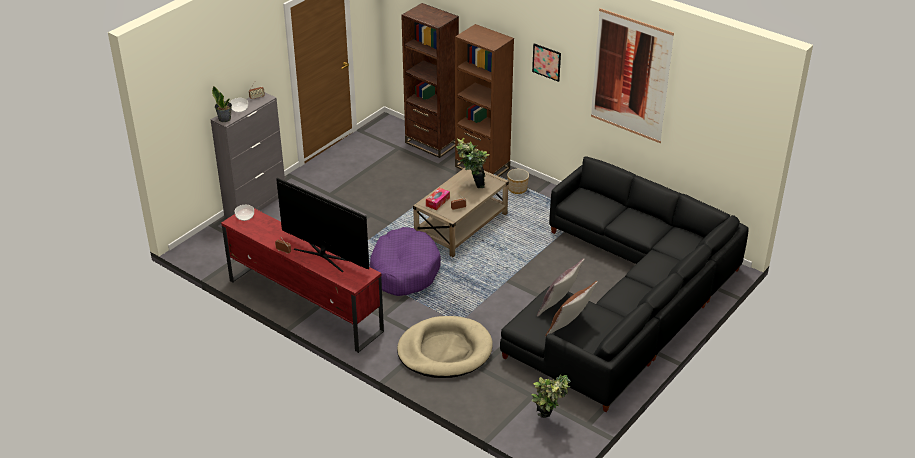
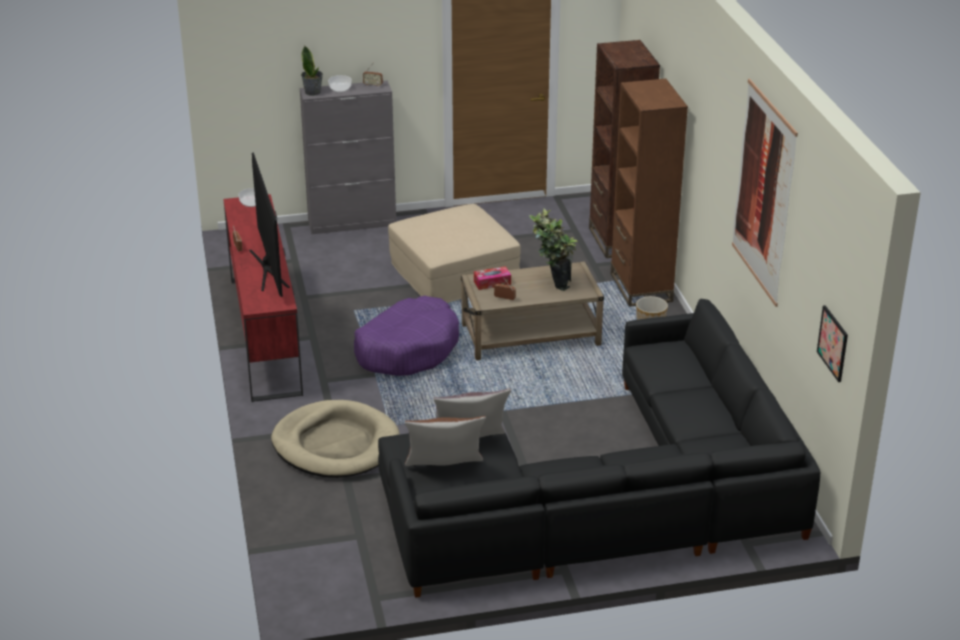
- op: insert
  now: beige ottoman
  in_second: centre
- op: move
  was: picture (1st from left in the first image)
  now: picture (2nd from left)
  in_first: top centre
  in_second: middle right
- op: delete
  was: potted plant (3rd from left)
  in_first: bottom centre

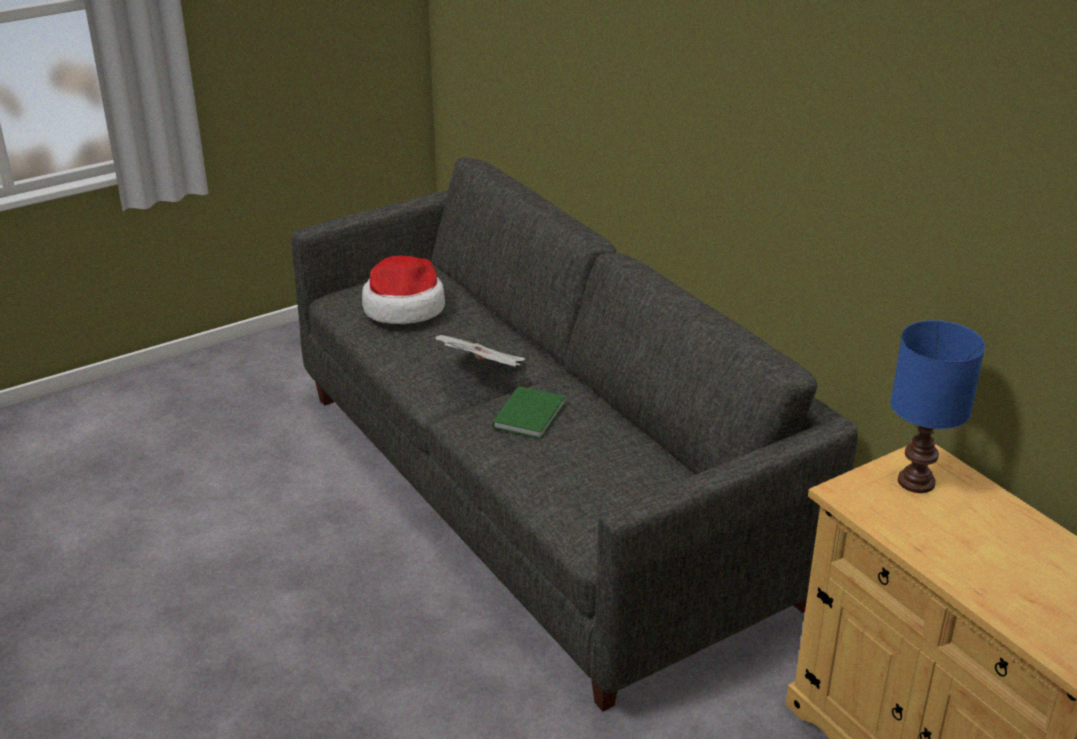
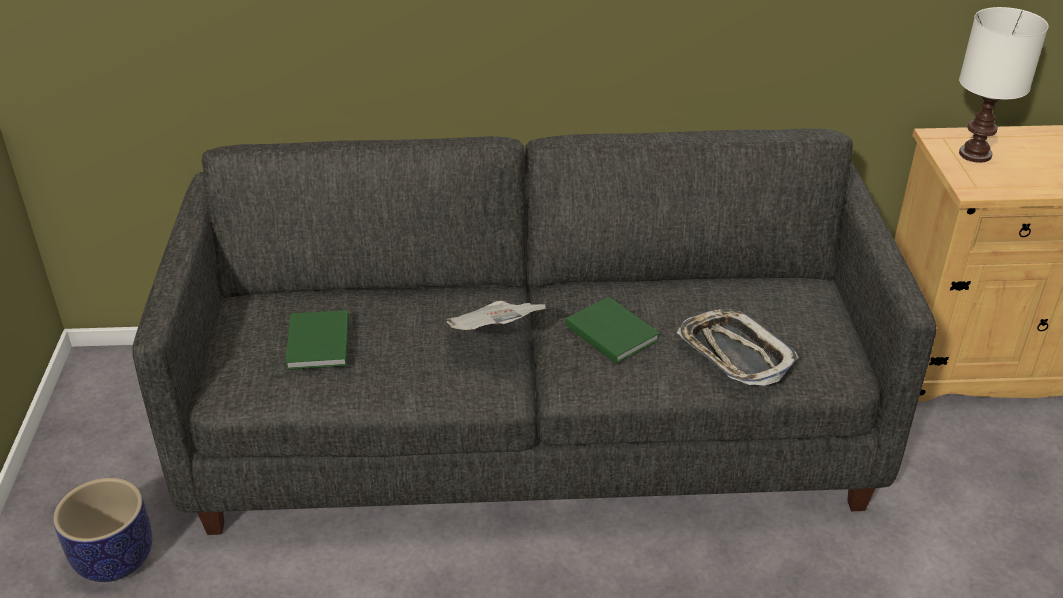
- op: insert
  now: planter
  in_second: bottom left
- op: replace
  was: hat
  now: green book (1st from left)
  in_first: centre
  in_second: middle left
- op: insert
  now: tray
  in_second: middle right
- op: recolor
  was: blue table lamp
  now: white table lamp
  in_first: middle right
  in_second: top right

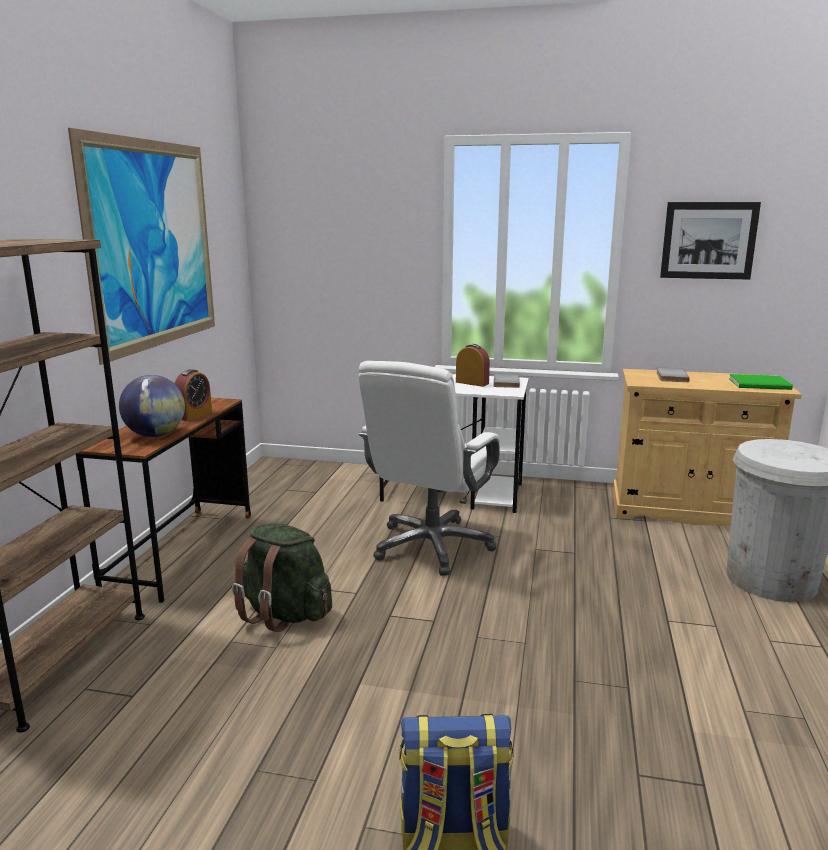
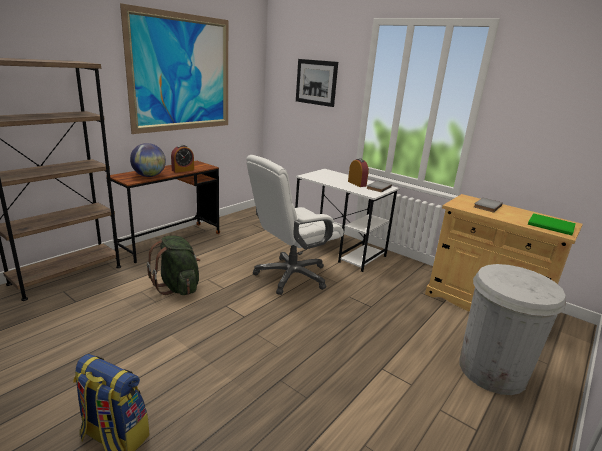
- op: move
  was: picture (2nd from left)
  in_first: top right
  in_second: top centre

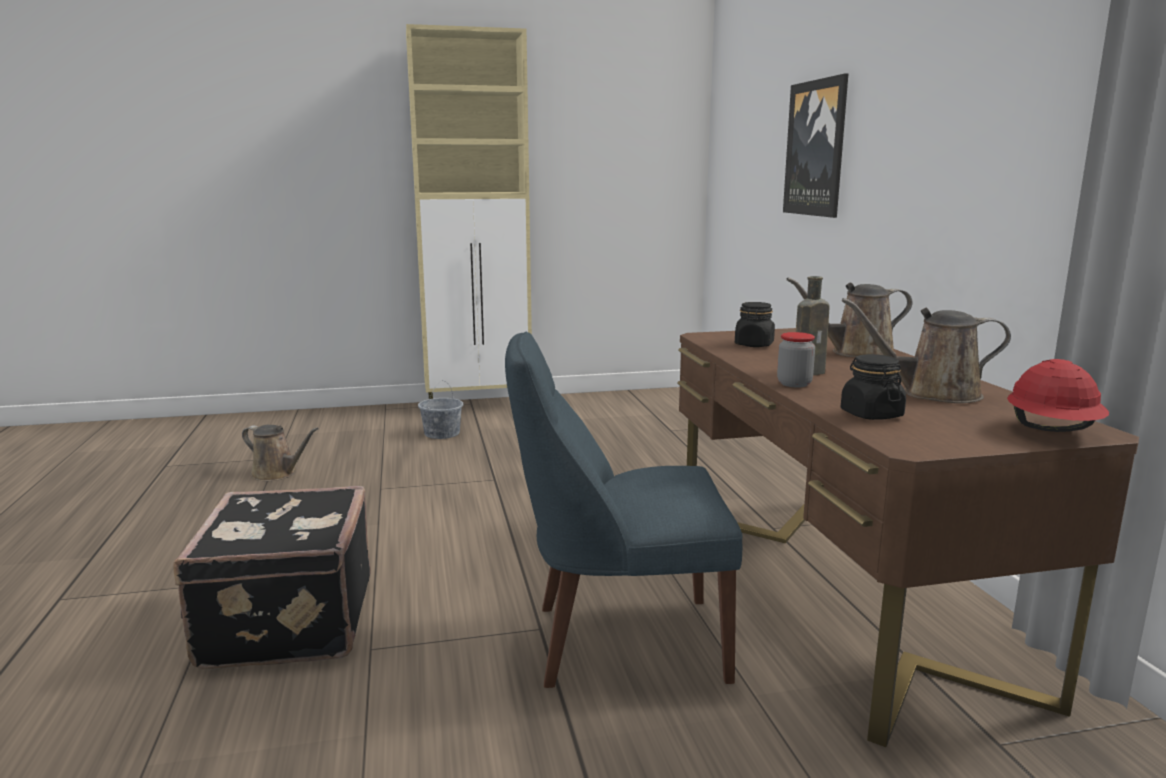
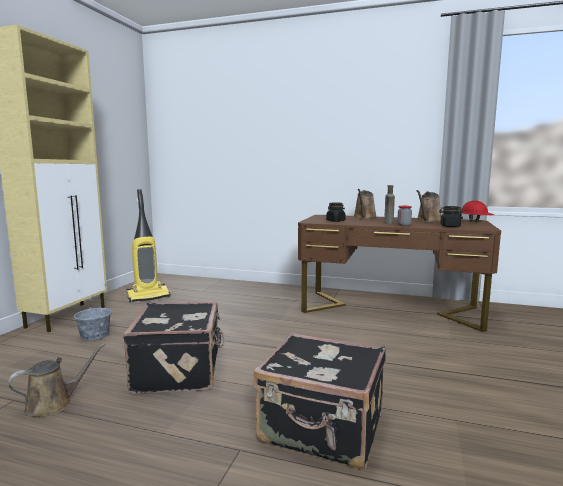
- op: insert
  now: black suitcase (1st from left)
  in_second: bottom left
- op: insert
  now: vacuum cleaner
  in_second: middle left
- op: delete
  was: blue chair
  in_first: centre
- op: delete
  was: picture
  in_first: top right

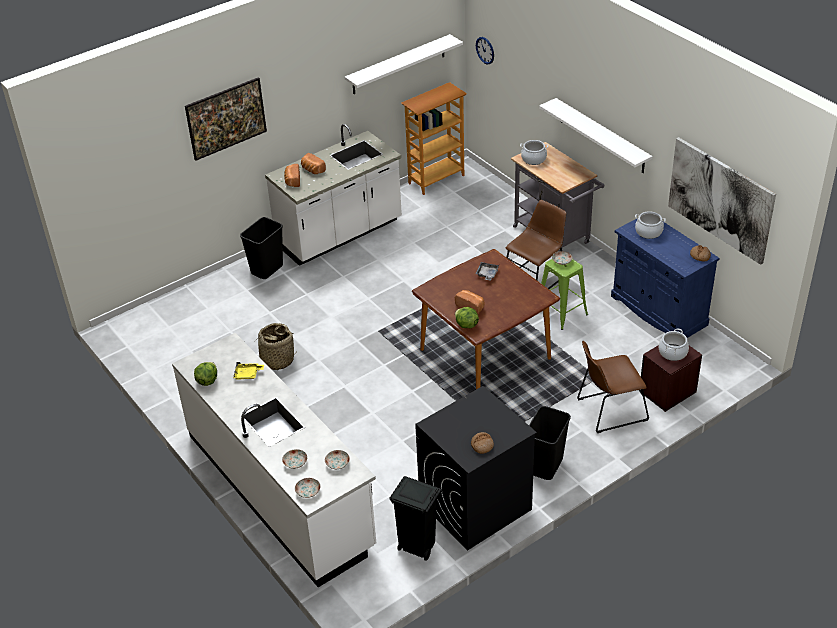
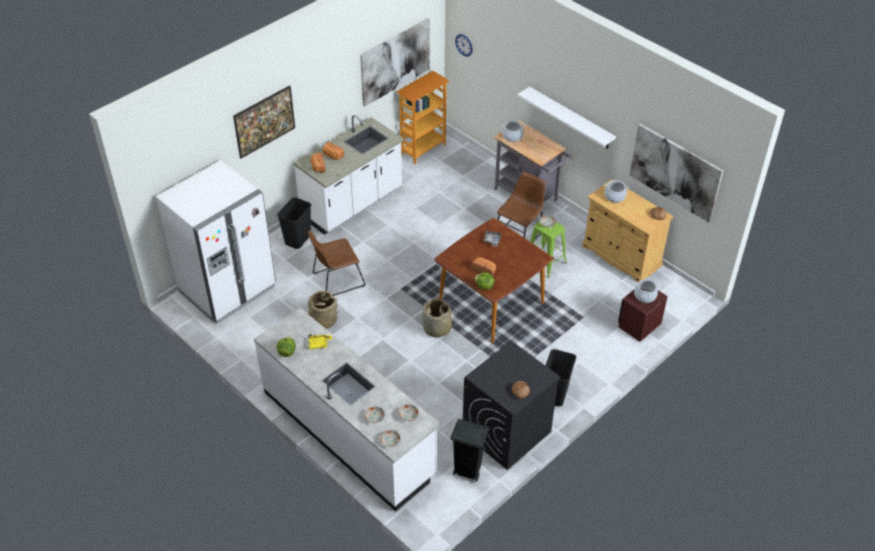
- op: insert
  now: white fridge
  in_second: middle left
- op: move
  was: brown chair (2nd from left in the first image)
  now: brown chair (1st from left)
  in_first: middle right
  in_second: centre
- op: replace
  was: white shelf (1st from left)
  now: picture (2nd from left)
  in_first: top centre
  in_second: top centre
- op: insert
  now: basket (2nd from left)
  in_second: centre
- op: recolor
  was: blue cabinet
  now: beige cabinet
  in_first: middle right
  in_second: middle right

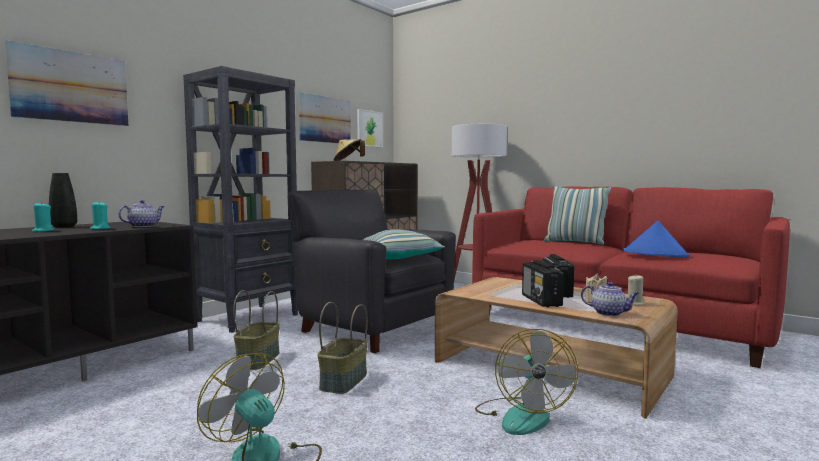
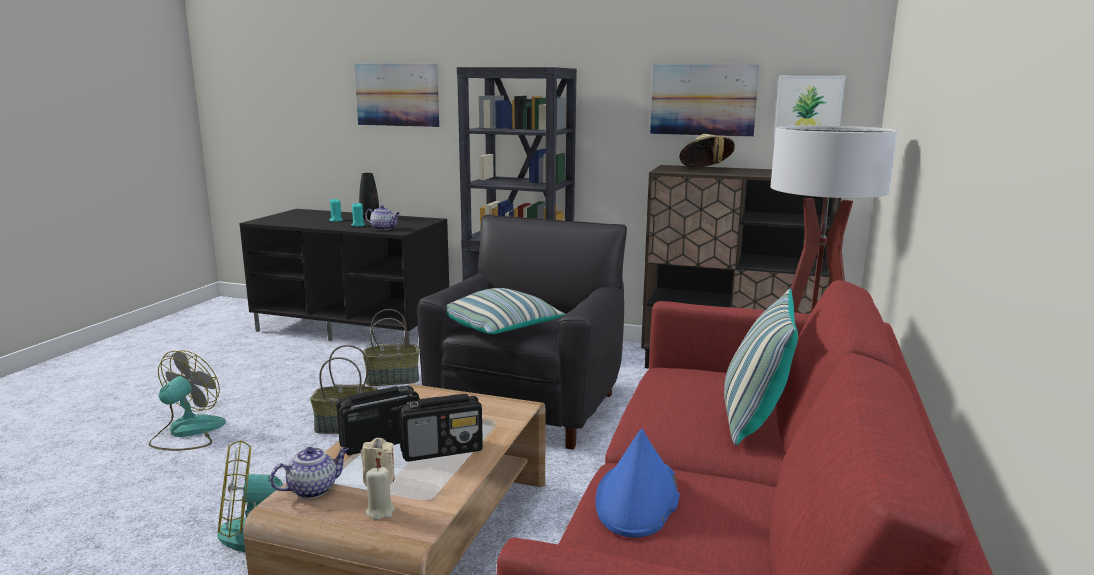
- op: rotate
  was: teapot (2nd from left in the first image)
  in_first: middle right
  in_second: bottom left
  clockwise: -135

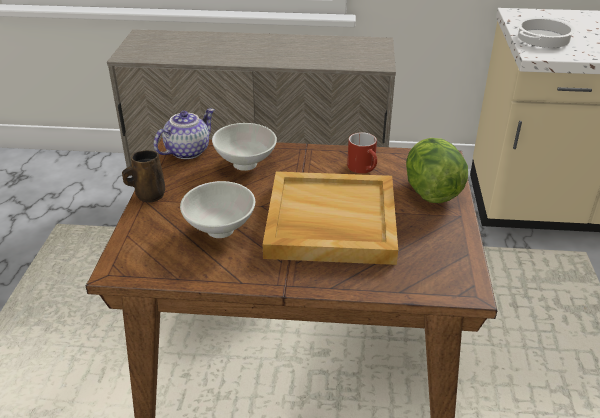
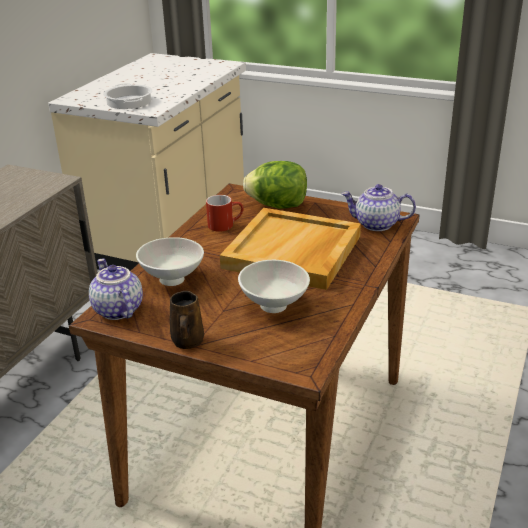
- op: insert
  now: teapot (2nd from left)
  in_second: middle right

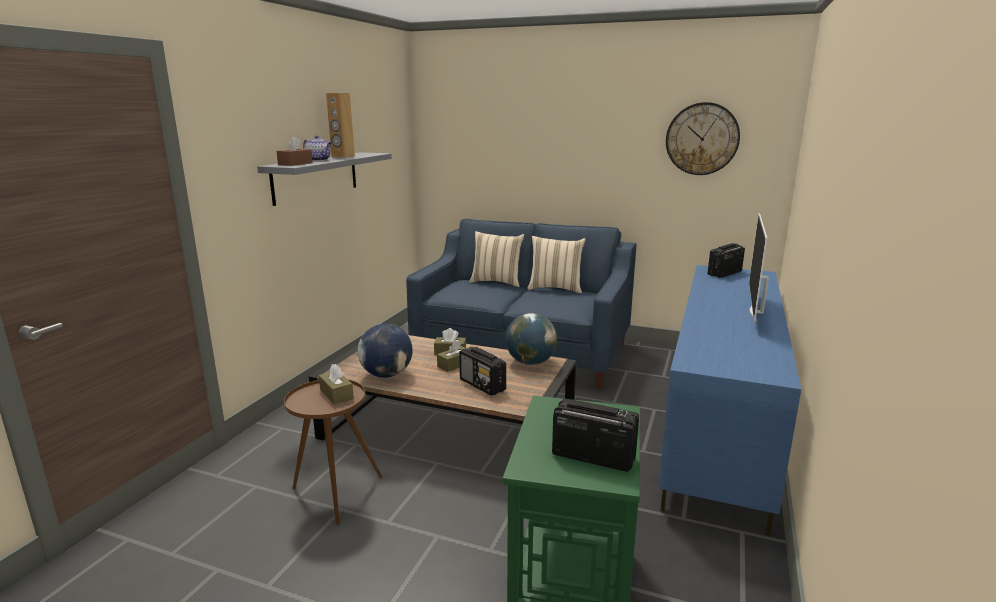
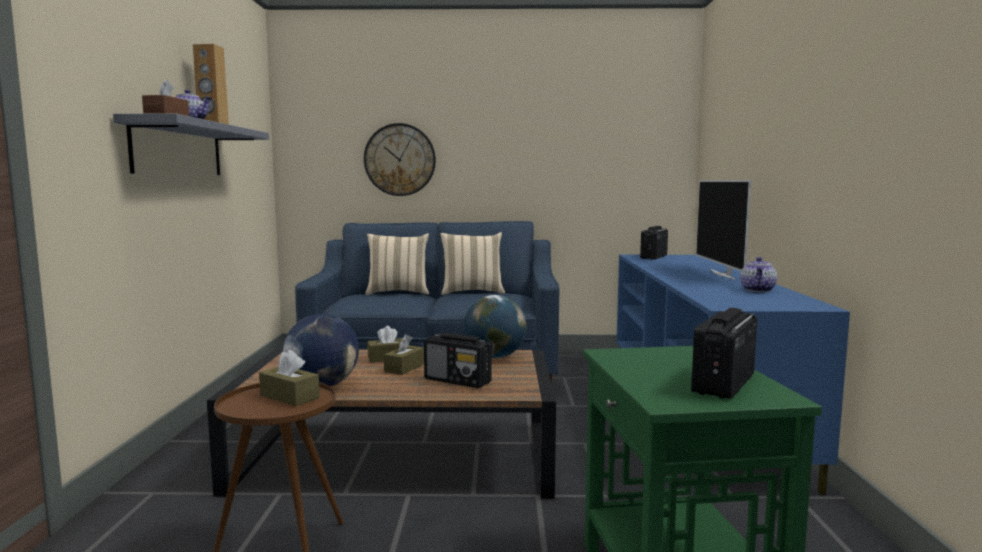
- op: move
  was: wall clock
  in_first: top right
  in_second: top centre
- op: rotate
  was: radio (2nd from left in the first image)
  in_first: bottom centre
  in_second: middle right
  clockwise: -60
- op: insert
  now: teapot (2nd from left)
  in_second: middle right

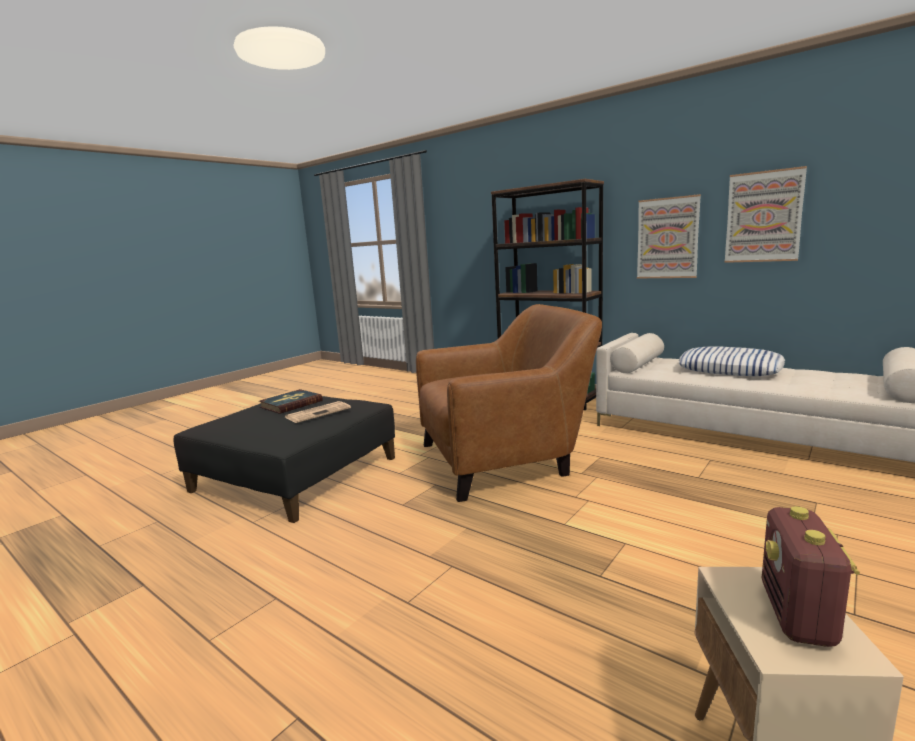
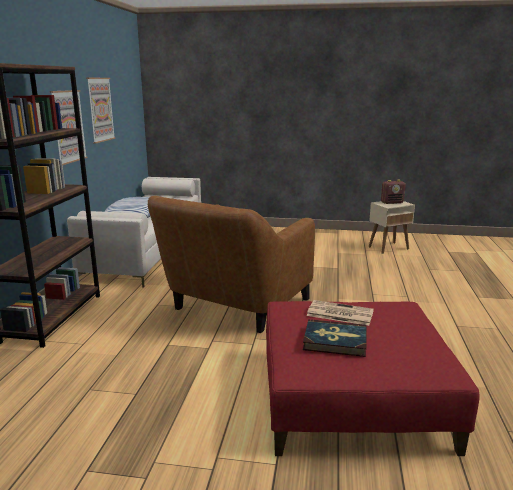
- op: rotate
  was: brown armchair
  in_first: centre
  in_second: centre
  clockwise: -105
- op: recolor
  was: black ottoman
  now: red ottoman
  in_first: middle left
  in_second: bottom right

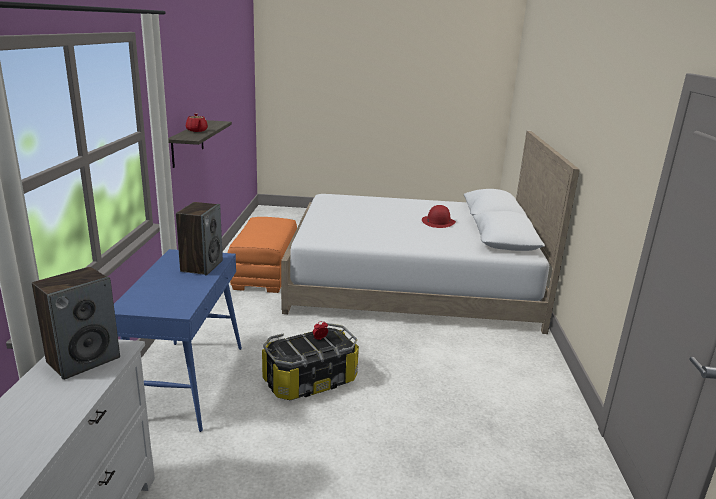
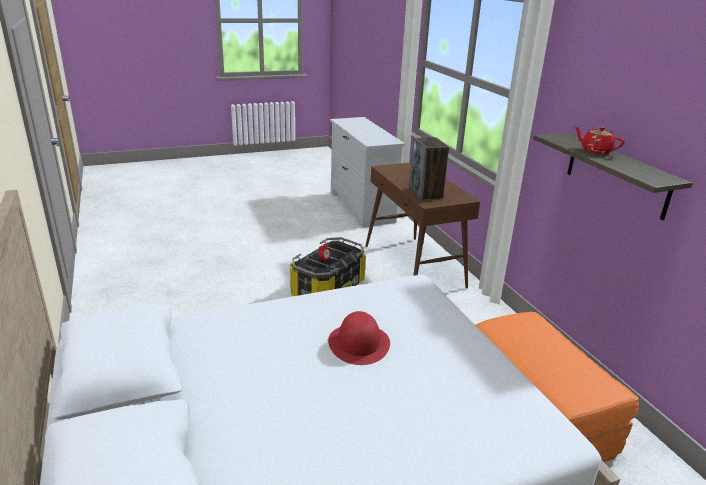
- op: move
  was: red hat
  in_first: centre
  in_second: bottom centre
- op: recolor
  was: blue console table
  now: brown console table
  in_first: bottom left
  in_second: centre
- op: delete
  was: speaker (1st from left)
  in_first: middle left

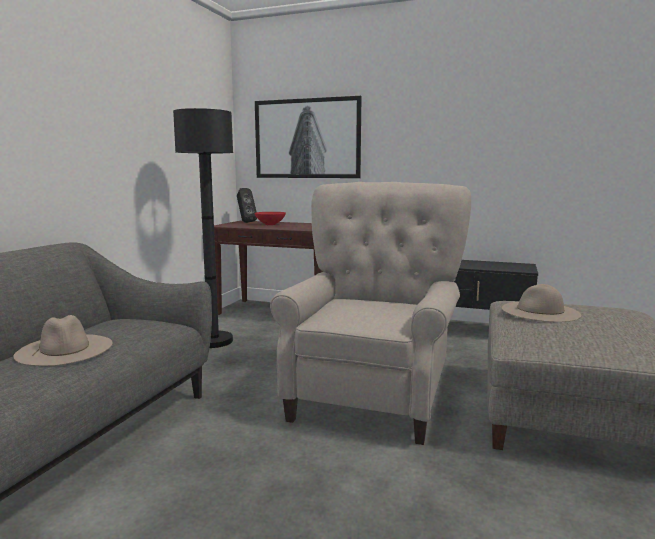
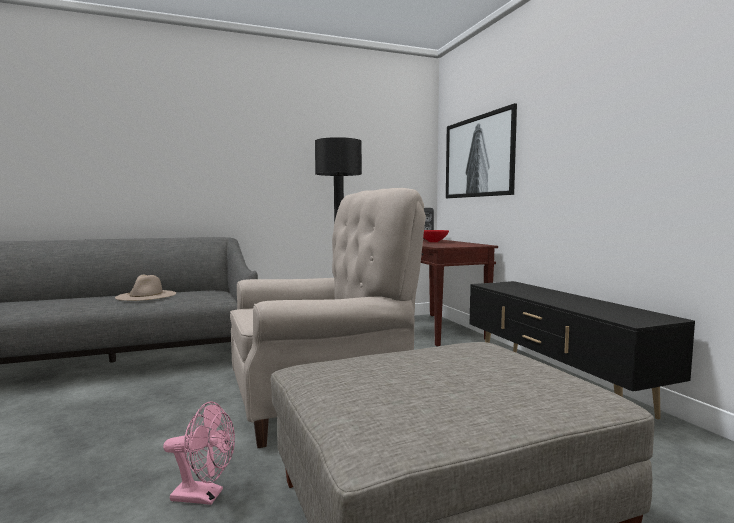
- op: insert
  now: pink fan
  in_second: bottom left
- op: delete
  was: beige hat (2nd from left)
  in_first: middle right

